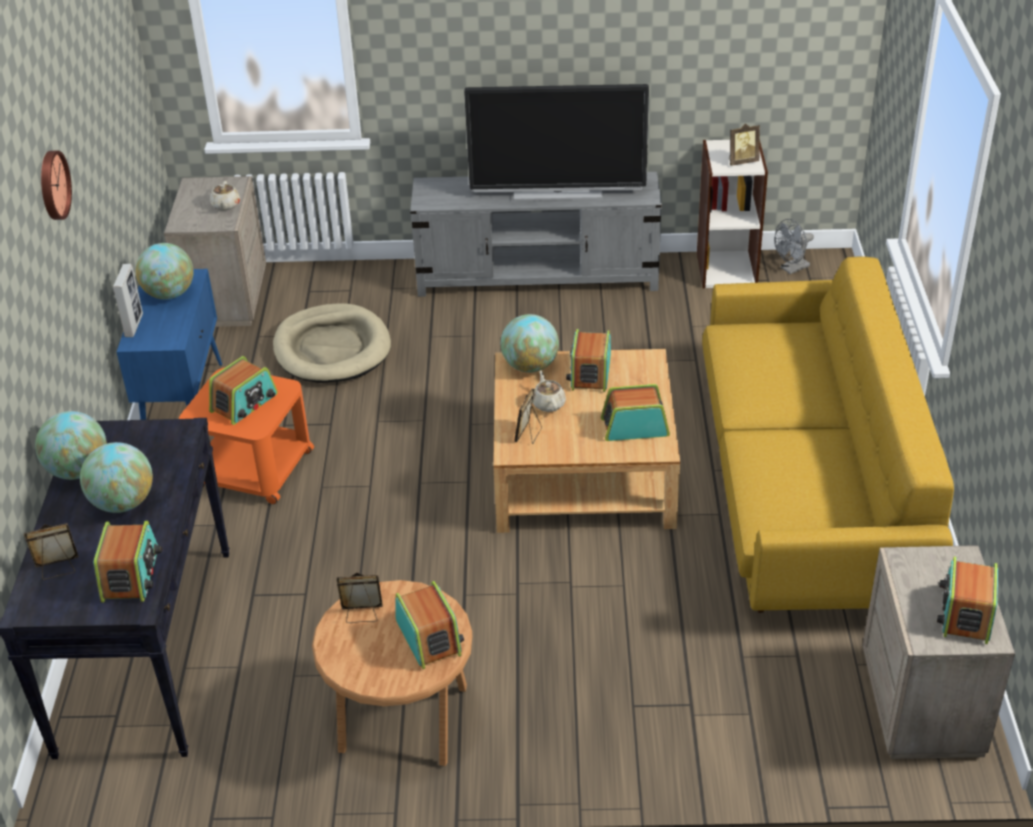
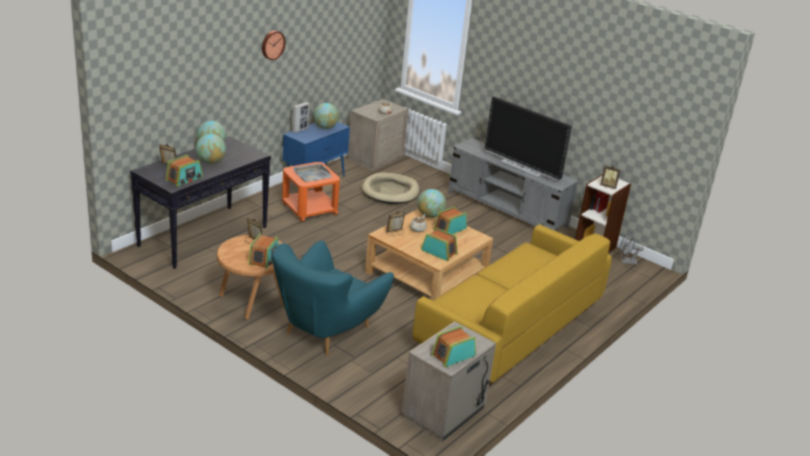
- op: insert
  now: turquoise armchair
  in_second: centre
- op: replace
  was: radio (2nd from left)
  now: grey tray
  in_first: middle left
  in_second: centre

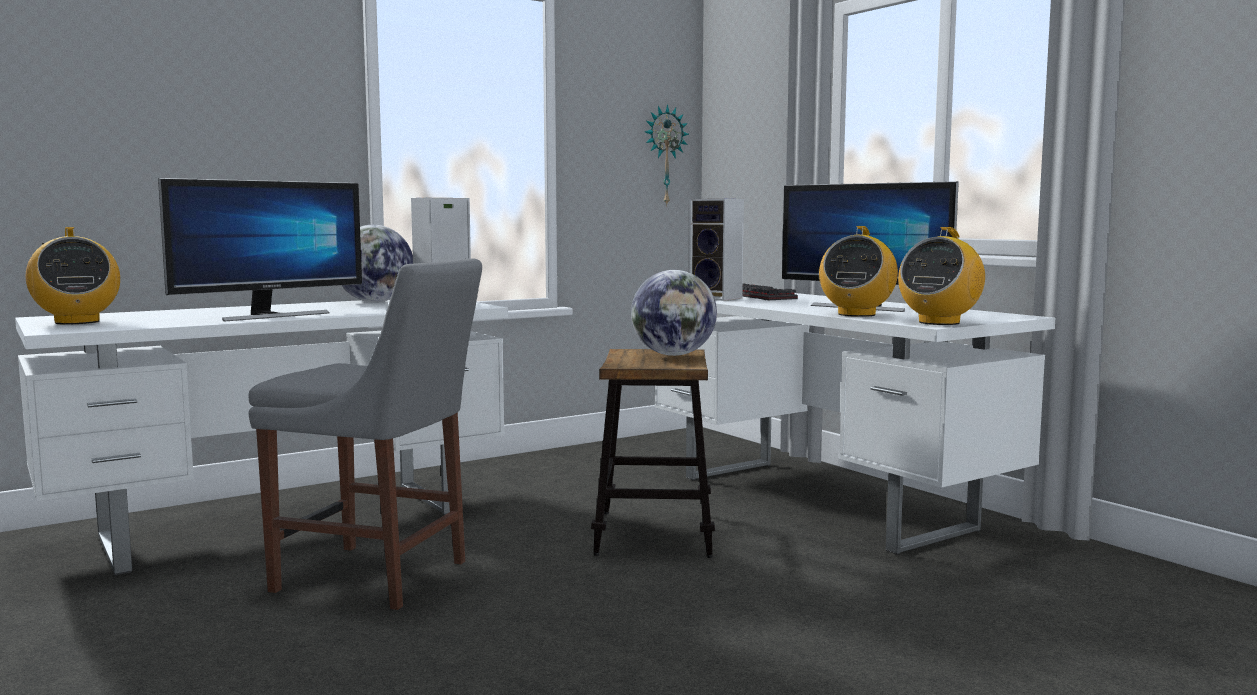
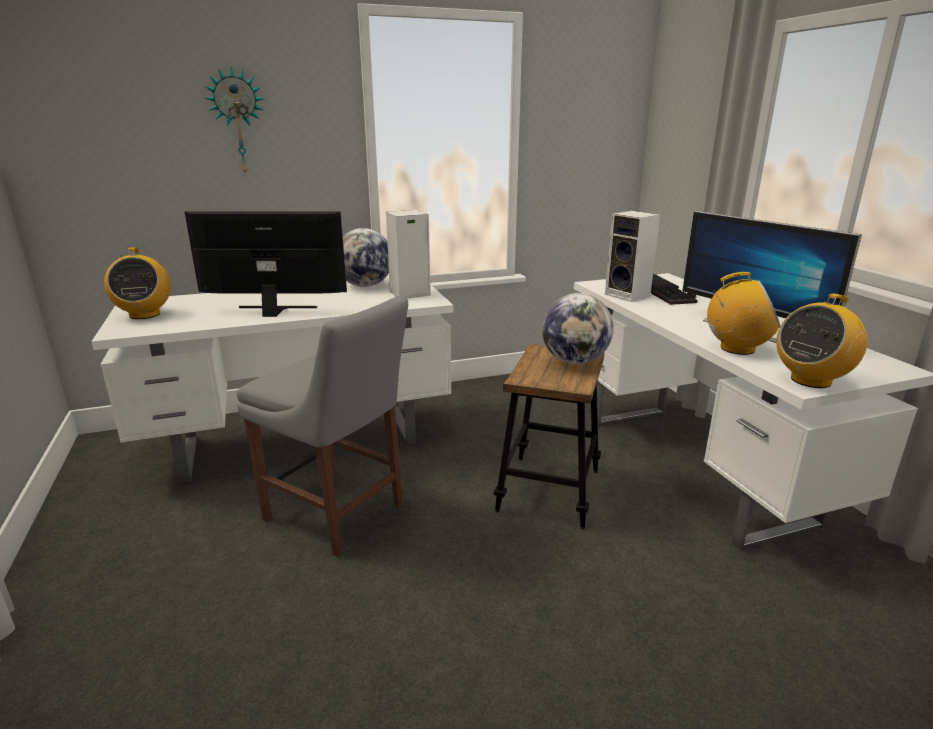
- op: rotate
  was: monitor (1st from left)
  in_first: middle left
  in_second: middle left
  clockwise: -150
- op: move
  was: wall clock
  in_first: top centre
  in_second: top left
- op: rotate
  was: radio (2nd from left)
  in_first: middle right
  in_second: middle right
  clockwise: -120

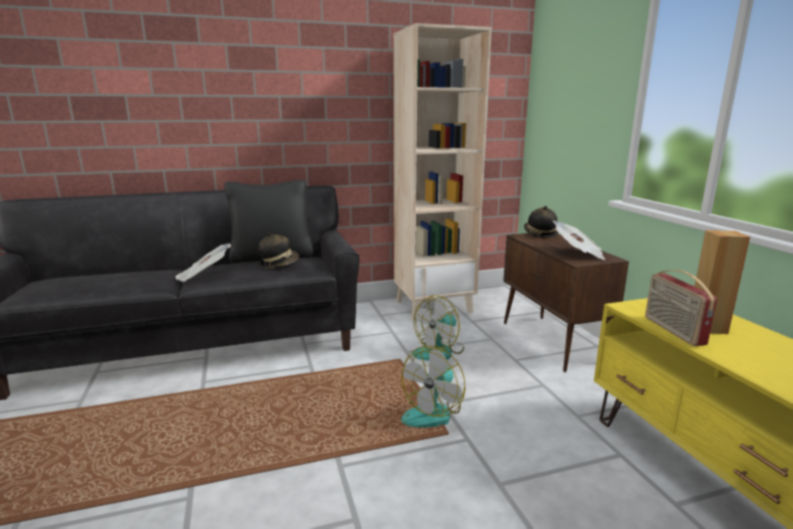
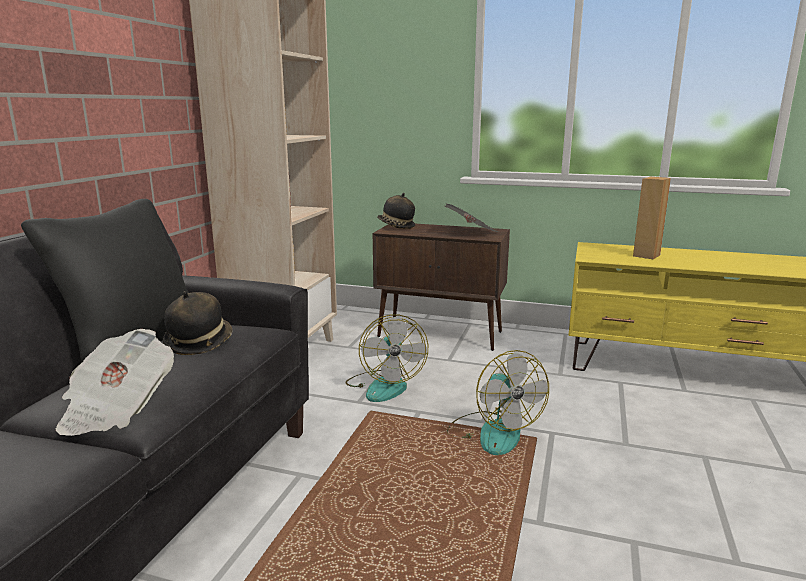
- op: delete
  was: radio
  in_first: middle right

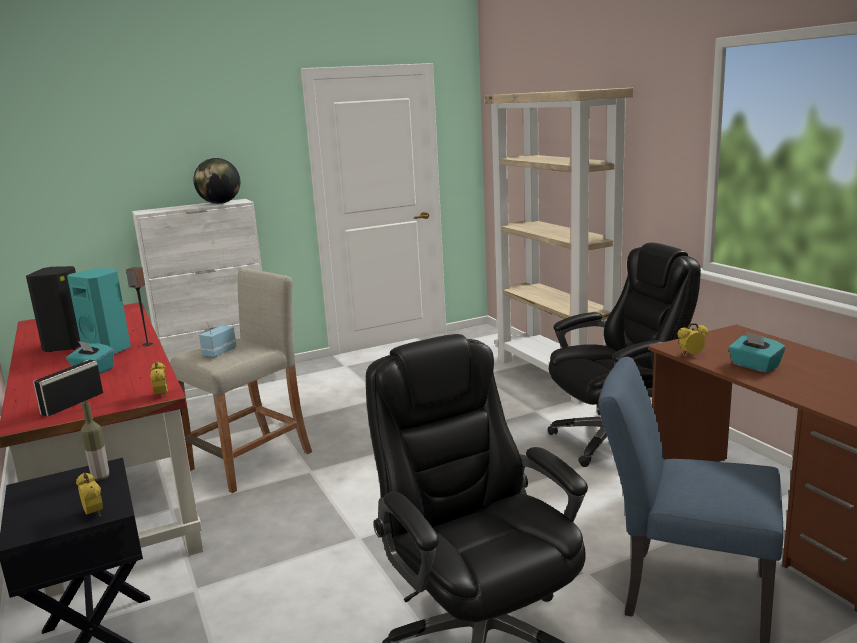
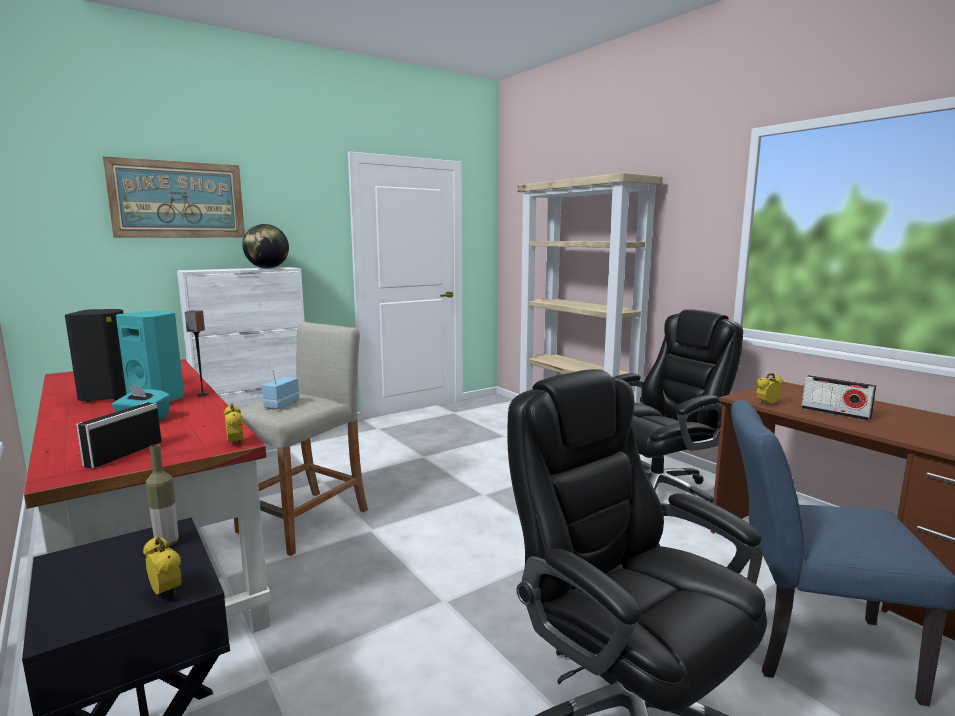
- op: insert
  now: picture
  in_second: top left
- op: replace
  was: turquoise tissue box (2nd from left)
  now: radio (3rd from left)
  in_first: middle right
  in_second: middle right

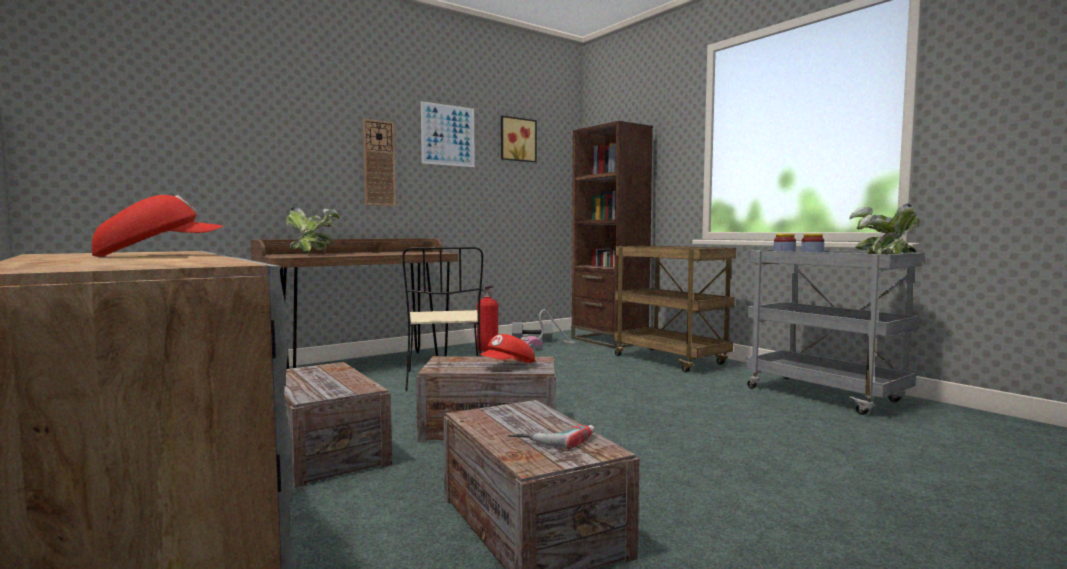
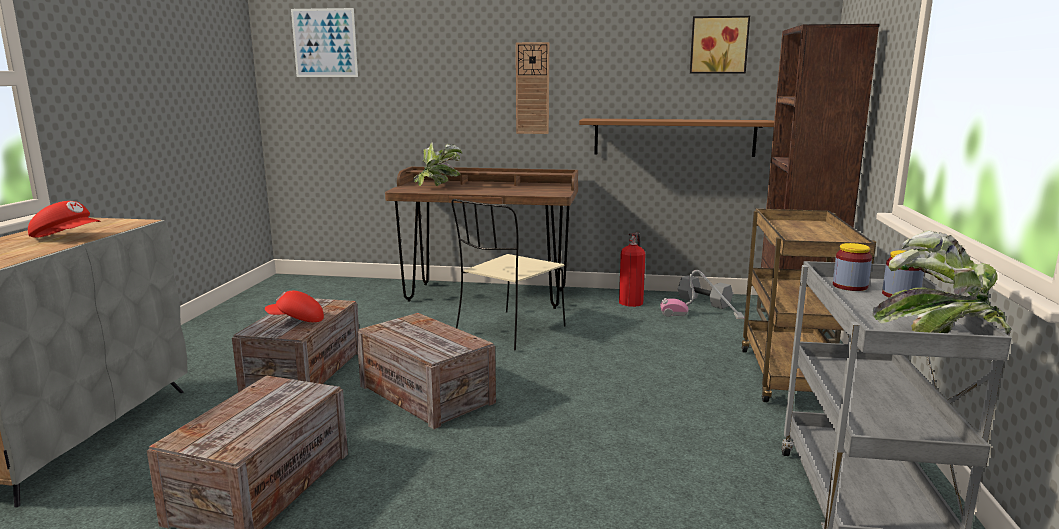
- op: move
  was: red cap (2nd from left)
  in_first: centre
  in_second: middle left
- op: move
  was: picture (1st from left)
  in_first: top centre
  in_second: top left
- op: insert
  now: brown shelf
  in_second: top centre
- op: delete
  was: power drill
  in_first: bottom centre

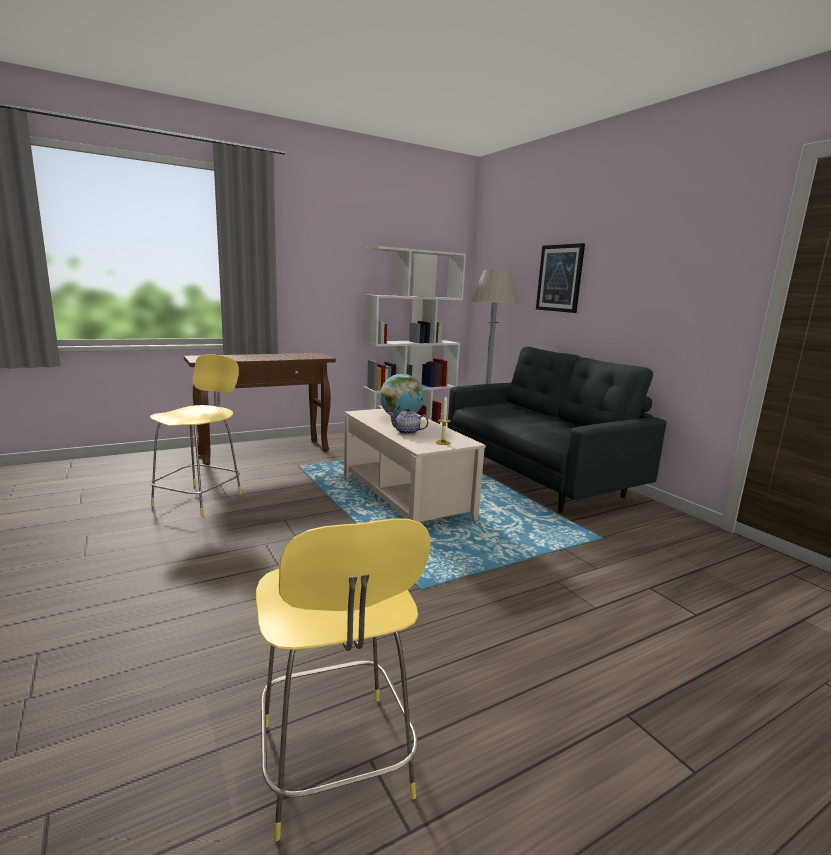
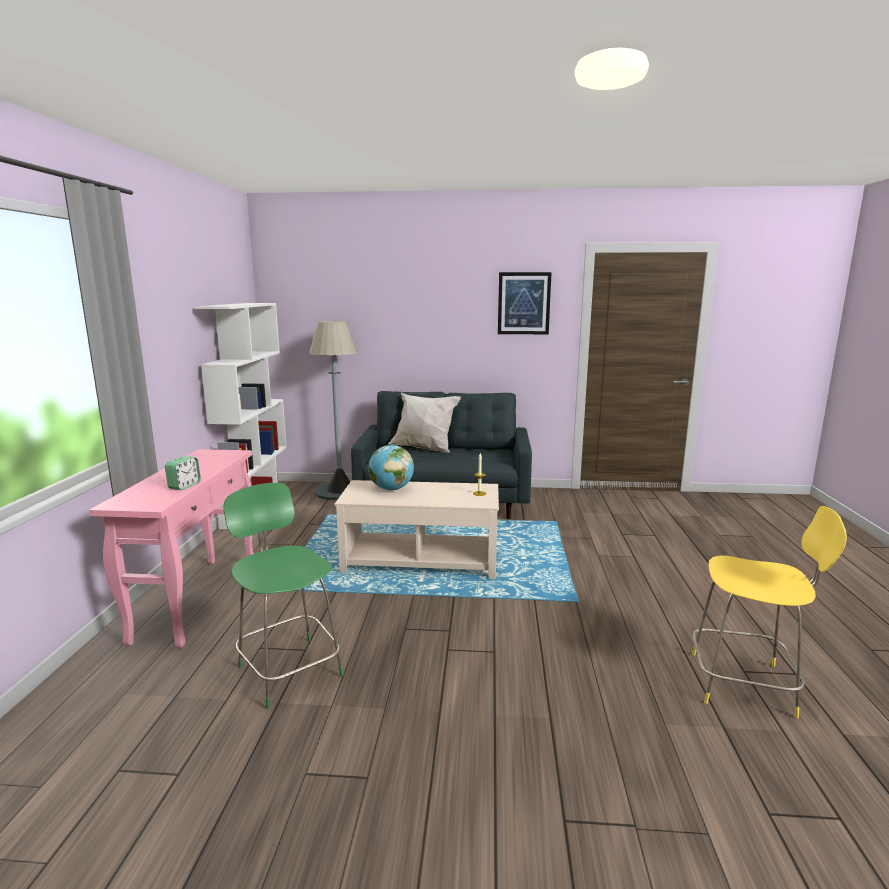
- op: recolor
  was: brown console table
  now: pink console table
  in_first: middle left
  in_second: middle left
- op: insert
  now: alarm clock
  in_second: middle left
- op: recolor
  was: yellow stool (1st from left)
  now: green stool
  in_first: middle left
  in_second: bottom left
- op: insert
  now: white pillow
  in_second: centre
- op: move
  was: picture
  in_first: top right
  in_second: centre
- op: delete
  was: teapot
  in_first: centre

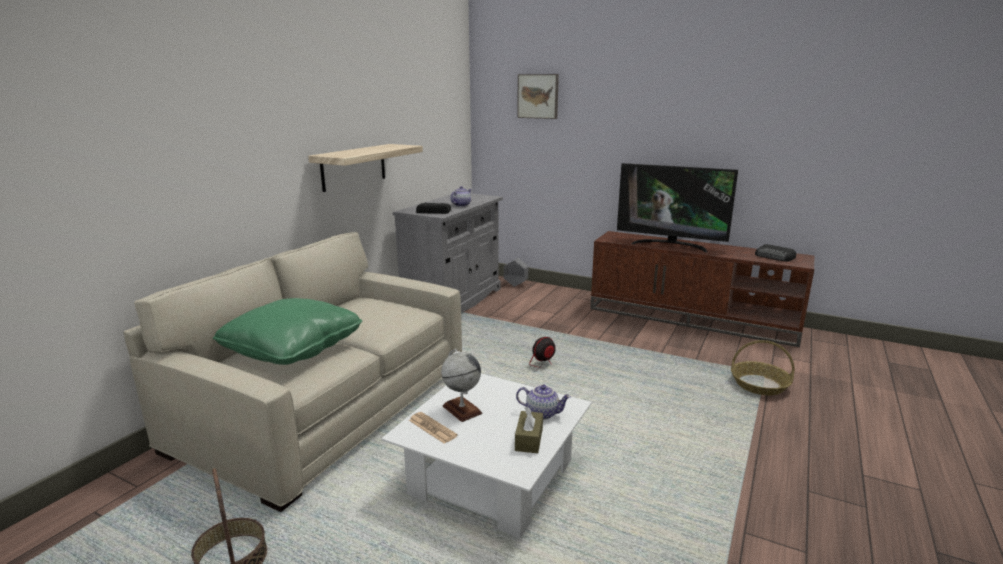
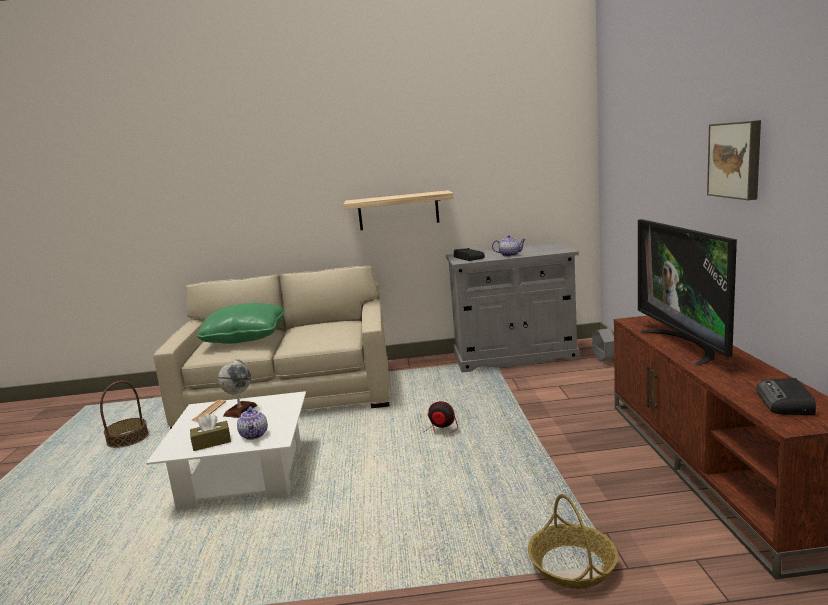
- op: move
  was: picture
  in_first: top centre
  in_second: top right

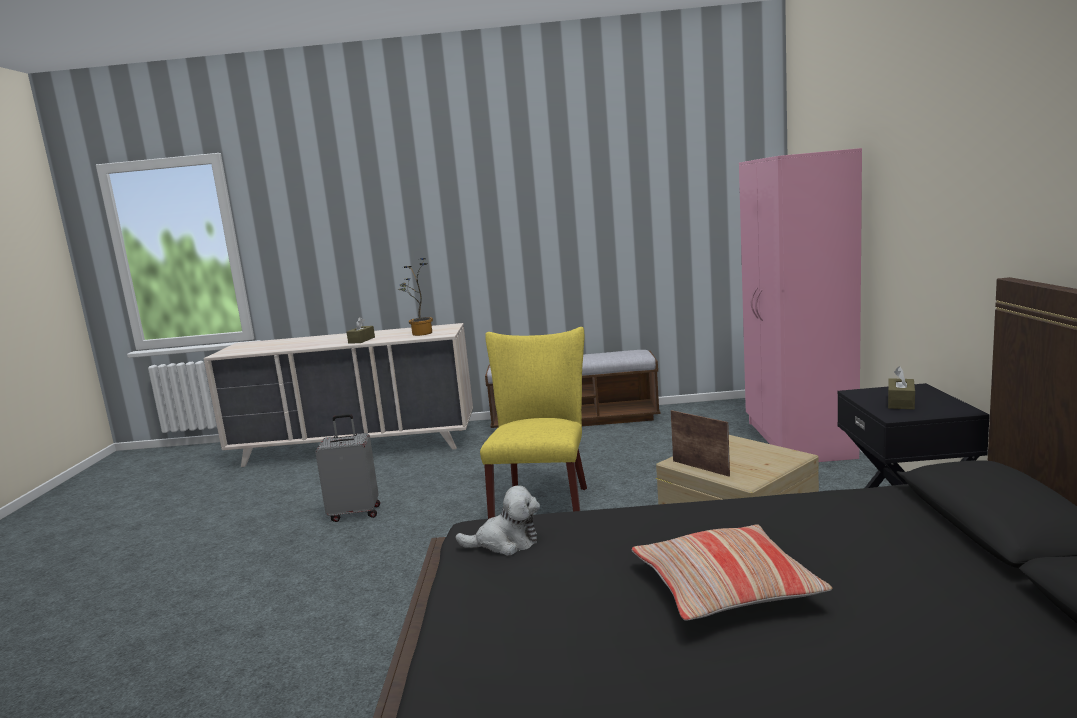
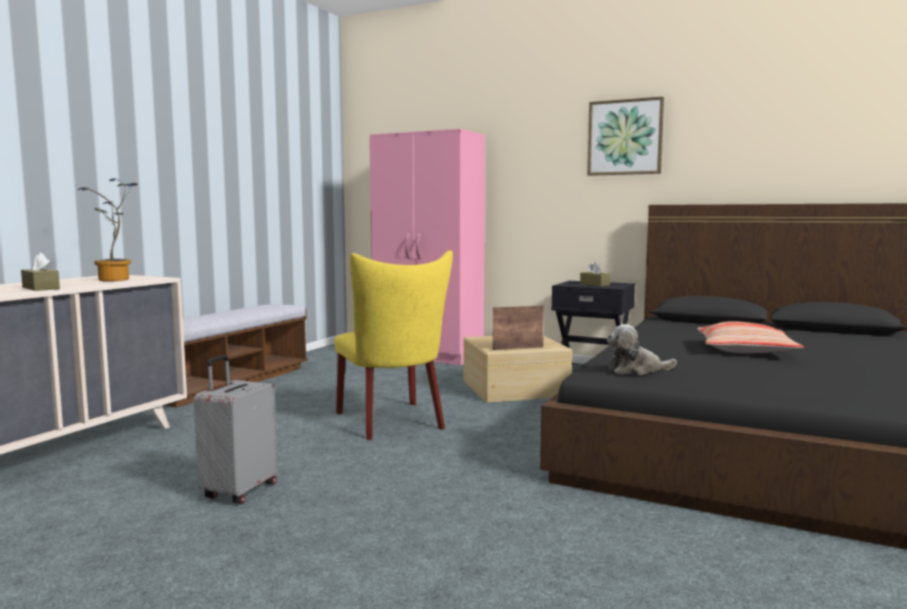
- op: rotate
  was: yellow chair
  in_first: centre
  in_second: centre
  clockwise: -150
- op: insert
  now: picture
  in_second: top right
- op: rotate
  was: plush toy
  in_first: bottom centre
  in_second: middle right
  clockwise: -120

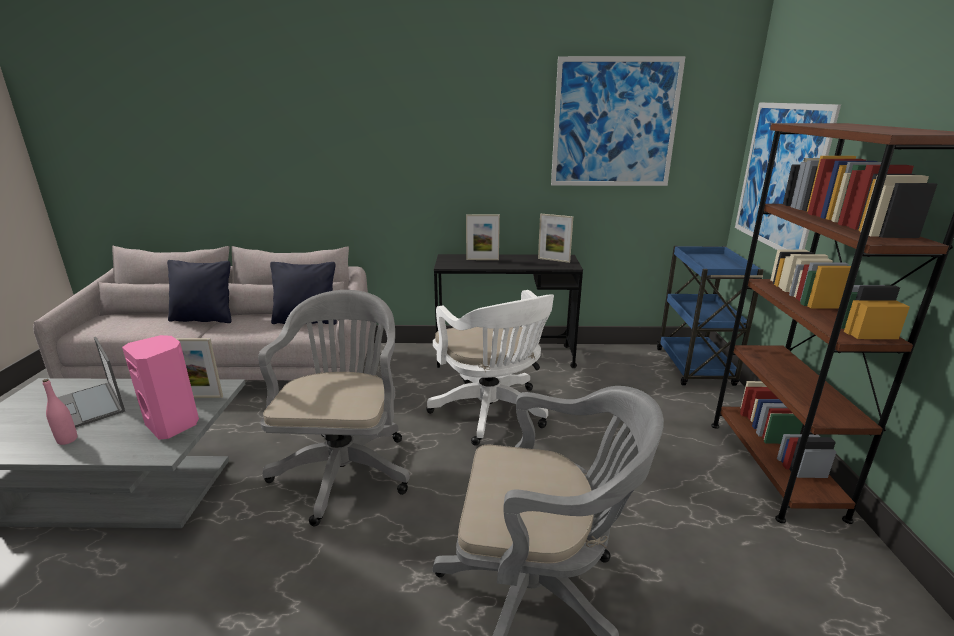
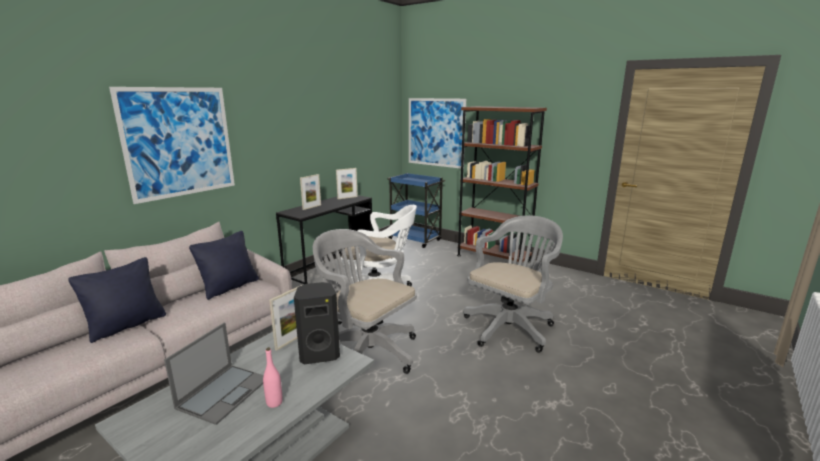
- op: move
  was: picture (1st from left)
  in_first: top centre
  in_second: top left
- op: rotate
  was: laptop
  in_first: middle left
  in_second: bottom left
  clockwise: -60
- op: recolor
  was: pink speaker
  now: black speaker
  in_first: middle left
  in_second: bottom centre

